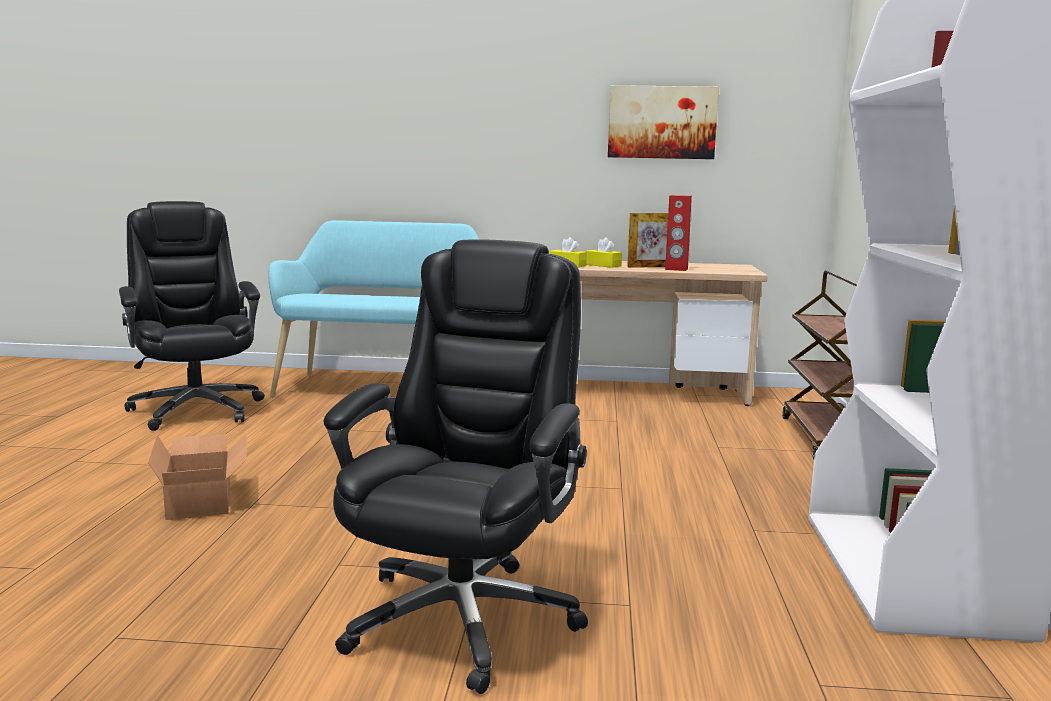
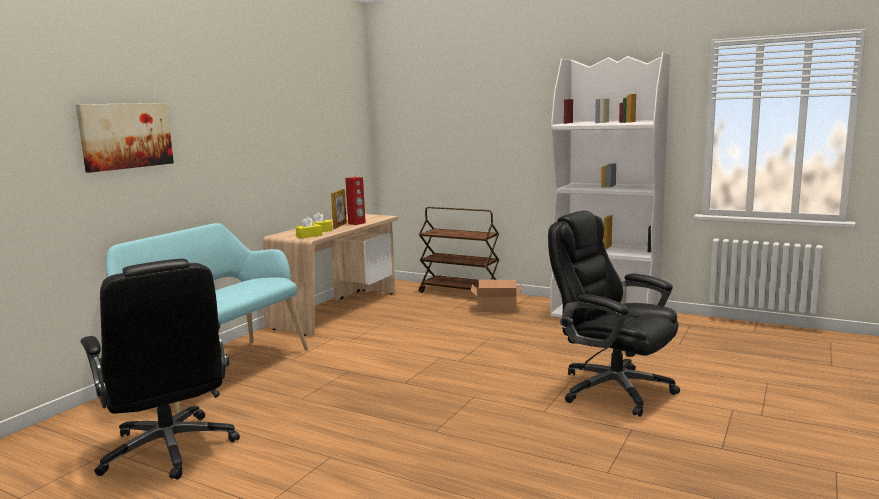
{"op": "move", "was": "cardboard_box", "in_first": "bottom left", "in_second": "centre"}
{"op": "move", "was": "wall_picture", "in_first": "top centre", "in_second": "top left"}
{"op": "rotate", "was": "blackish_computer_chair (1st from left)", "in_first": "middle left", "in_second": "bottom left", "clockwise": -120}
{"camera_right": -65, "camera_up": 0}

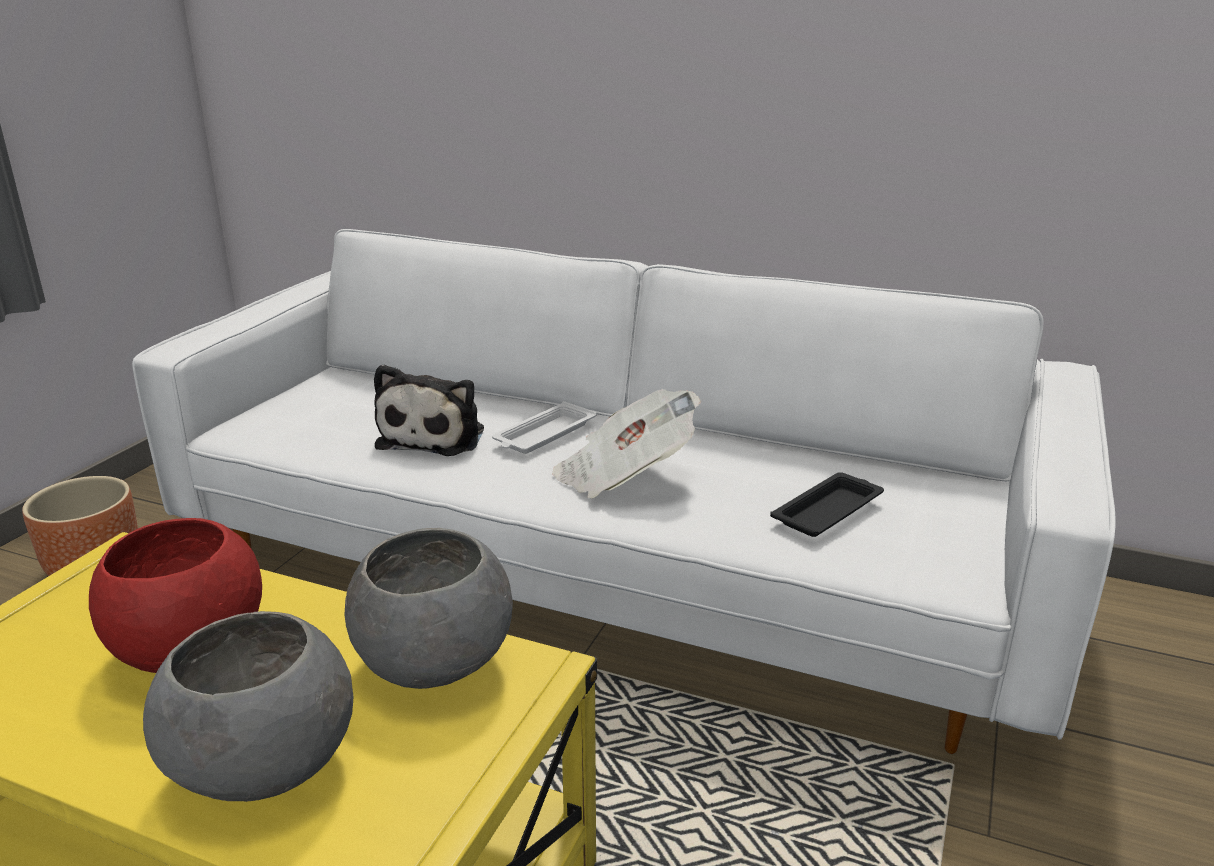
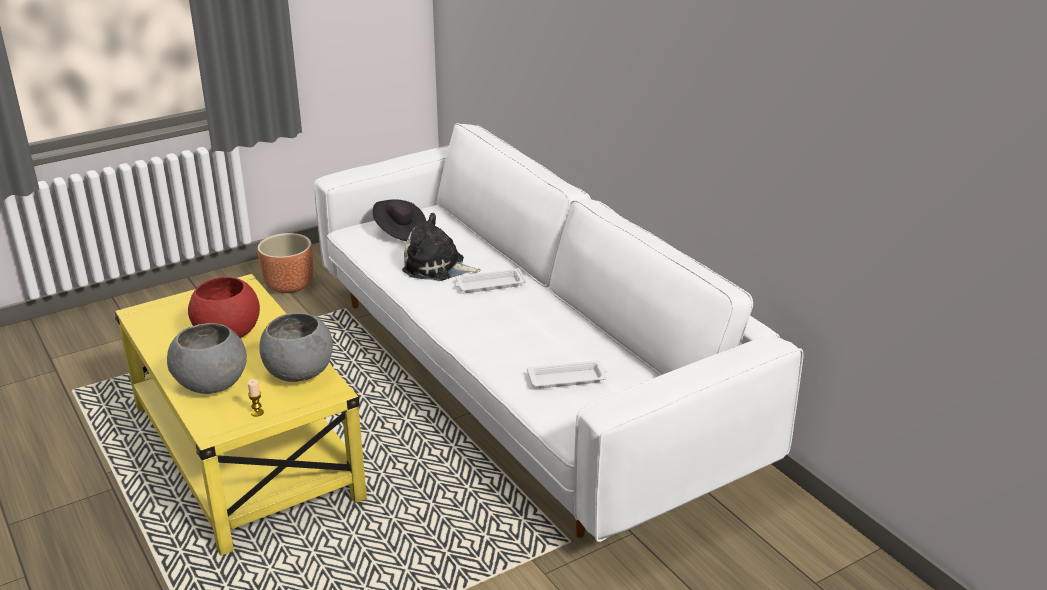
{"op": "delete", "was": "printed_paper", "in_first": "centre"}
{"op": "insert", "now": "candle", "in_second": "bottom left"}
{"op": "insert", "now": "blackish_clothing_hat", "in_second": "centre"}
{"op": "recolor", "was": "blackish_tray", "now": "white_tray (2nd from left)", "in_first": "middle right", "in_second": "centre"}
{"op": "rotate", "was": "soft_toy", "in_first": "centre", "in_second": "centre", "clockwise": 60}
{"camera_right": 35, "camera_up": 5}

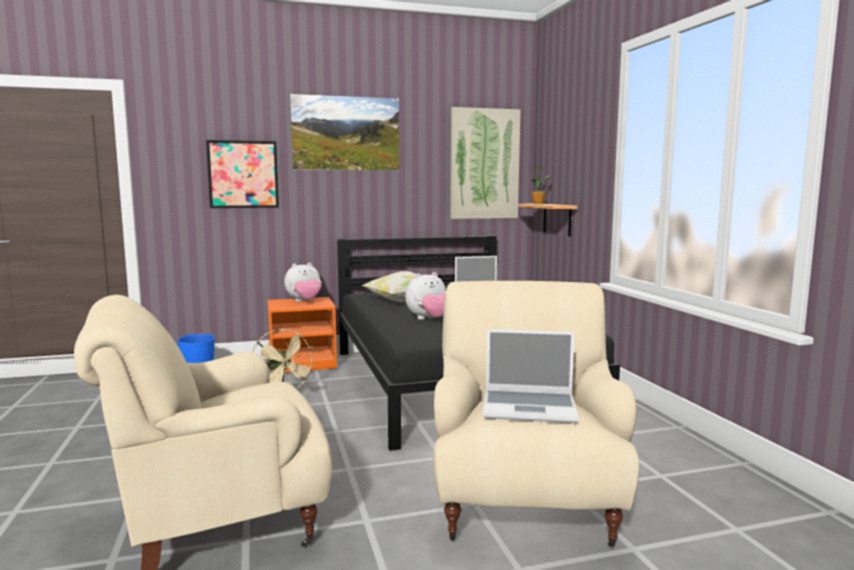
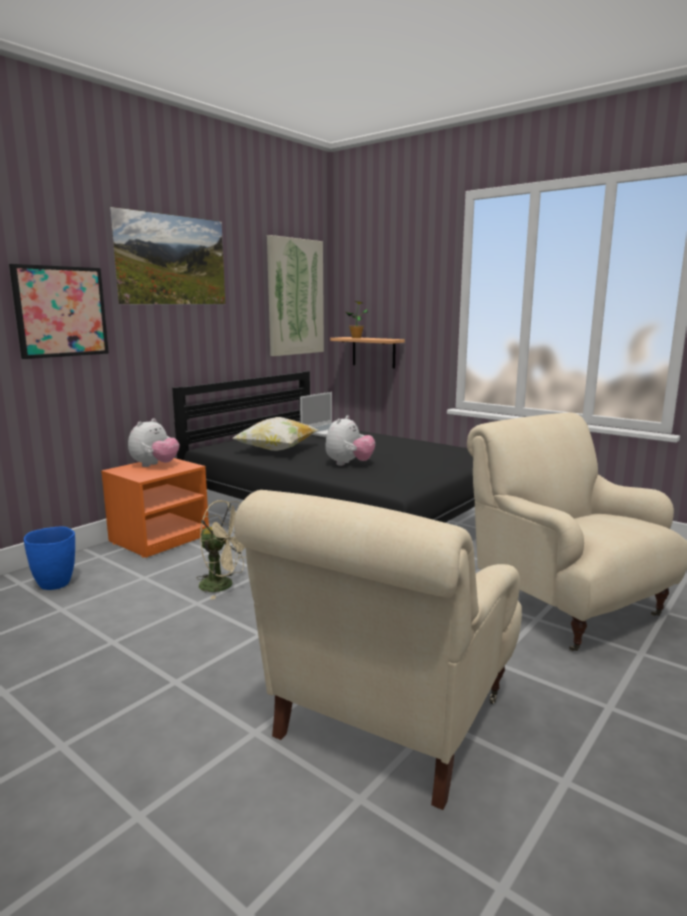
{"op": "delete", "was": "portable_computer (2nd from left)", "in_first": "centre"}
{"camera_right": -35, "camera_up": 5}

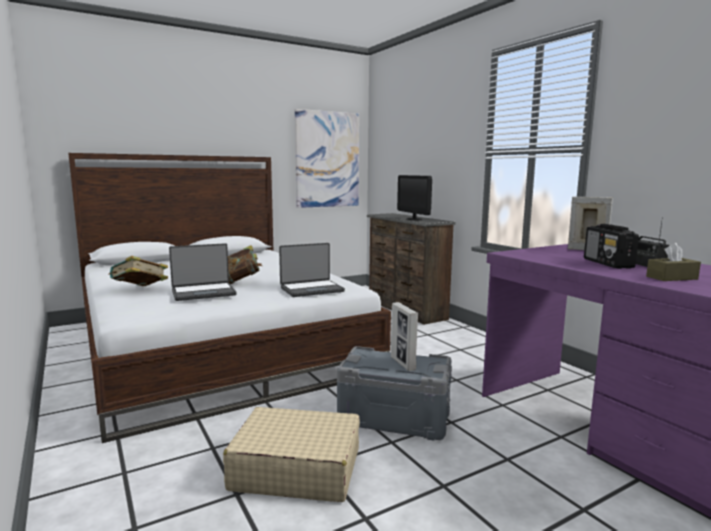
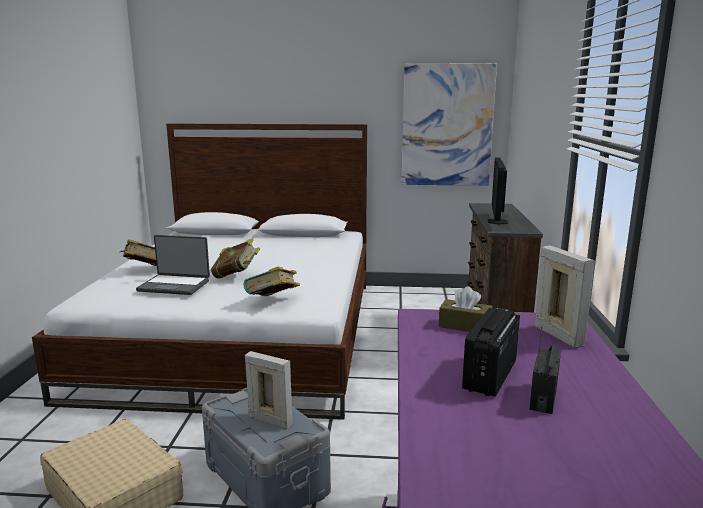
{"op": "move", "was": "brownish_tissue_box", "in_first": "middle right", "in_second": "centre"}
{"op": "replace", "was": "portable_computer (2nd from left)", "now": "bound_book (3rd from left)", "in_first": "centre", "in_second": "centre"}
{"op": "rotate", "was": "photo_frame (1st from left)", "in_first": "centre", "in_second": "bottom centre", "clockwise": 105}
{"camera_right": 35, "camera_up": 5}

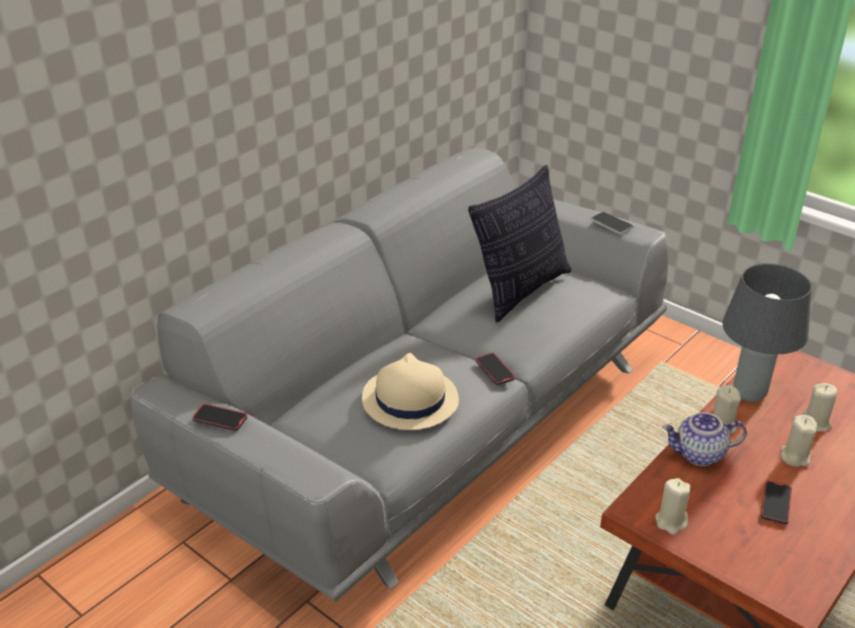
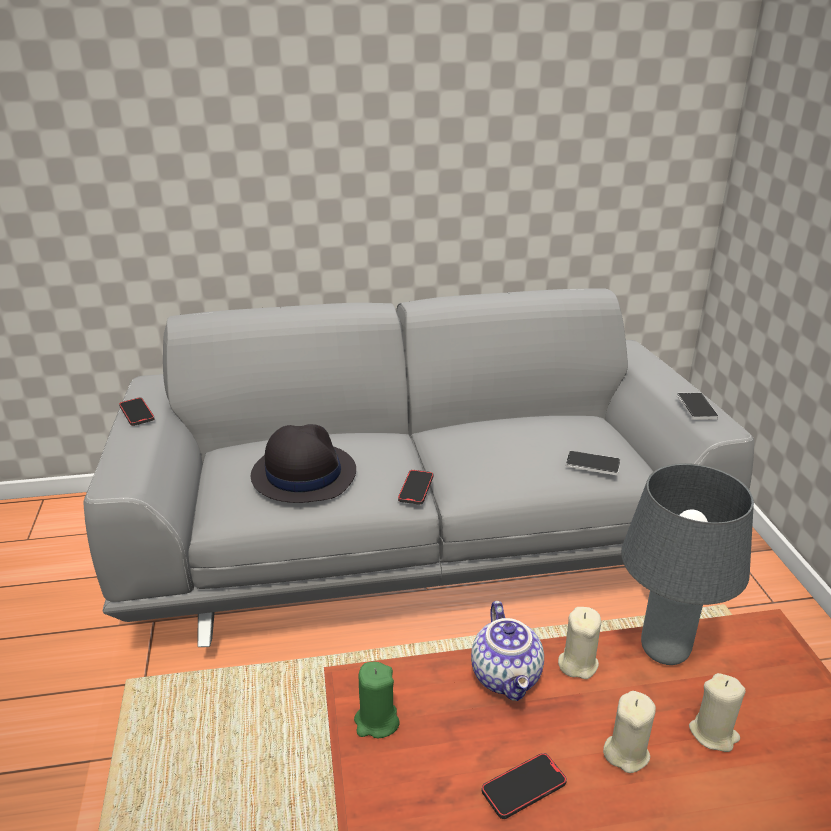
{"op": "delete", "was": "cushion", "in_first": "centre"}
{"op": "insert", "now": "telephone (4th from left)", "in_second": "middle right"}
{"op": "recolor", "was": "beige_clothing_hat", "now": "blackish_clothing_hat", "in_first": "centre", "in_second": "centre"}
{"op": "recolor", "was": "beige_candle (1st from left)", "now": "green_candle", "in_first": "bottom right", "in_second": "bottom centre"}
{"op": "rotate", "was": "pot_for_tea", "in_first": "bottom right", "in_second": "bottom centre", "clockwise": -135}
{"camera_right": 40, "camera_up": -5}

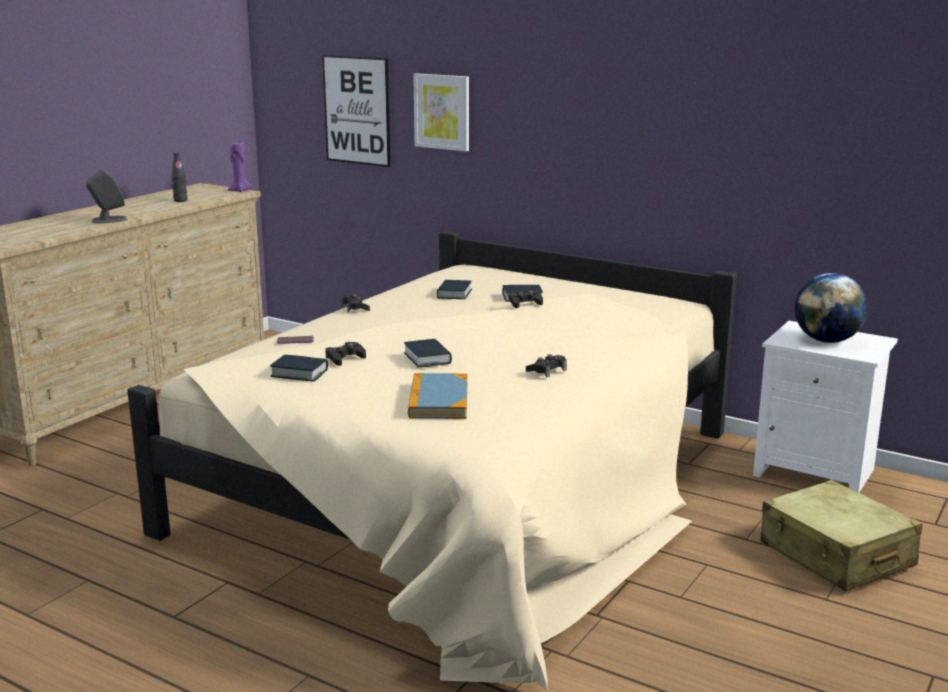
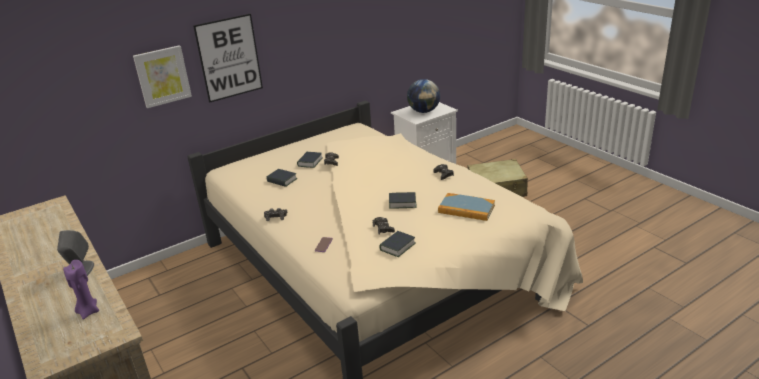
{"op": "delete", "was": "blackish_bottle", "in_first": "top left"}
{"op": "move", "was": "purplish_candle", "in_first": "top left", "in_second": "bottom left"}
{"op": "move", "was": "wall_picture (1st from left in the first image)", "now": "wall_picture (2nd from left)", "in_first": "top centre", "in_second": "top left"}
{"camera_right": -65, "camera_up": 10}

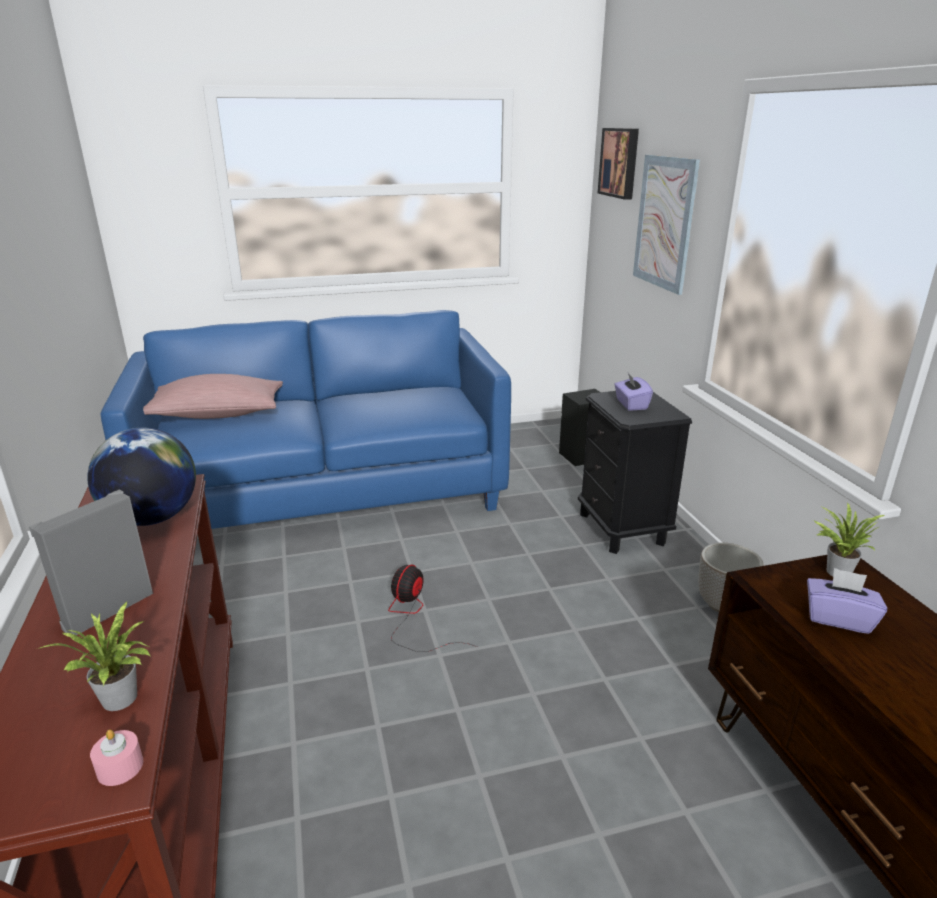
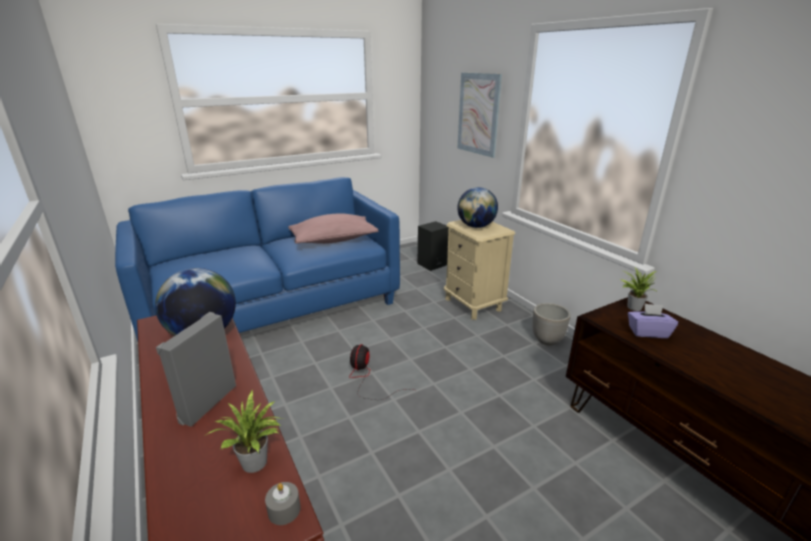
{"op": "delete", "was": "wall_picture (1st from left)", "in_first": "top centre"}
{"op": "move", "was": "pink-coloured_cushion", "in_first": "middle left", "in_second": "centre"}
{"op": "replace", "was": "purplish_tissue_box (1st from left)", "now": "globe (2nd from left)", "in_first": "middle right", "in_second": "centre"}
{"op": "recolor", "was": "pink-coloured_candle", "now": "greyish_candle", "in_first": "bottom left", "in_second": "bottom centre"}
{"op": "recolor", "was": "blackish_night_table", "now": "beige_night_table", "in_first": "middle right", "in_second": "centre"}
{"camera_right": -15, "camera_up": 0}

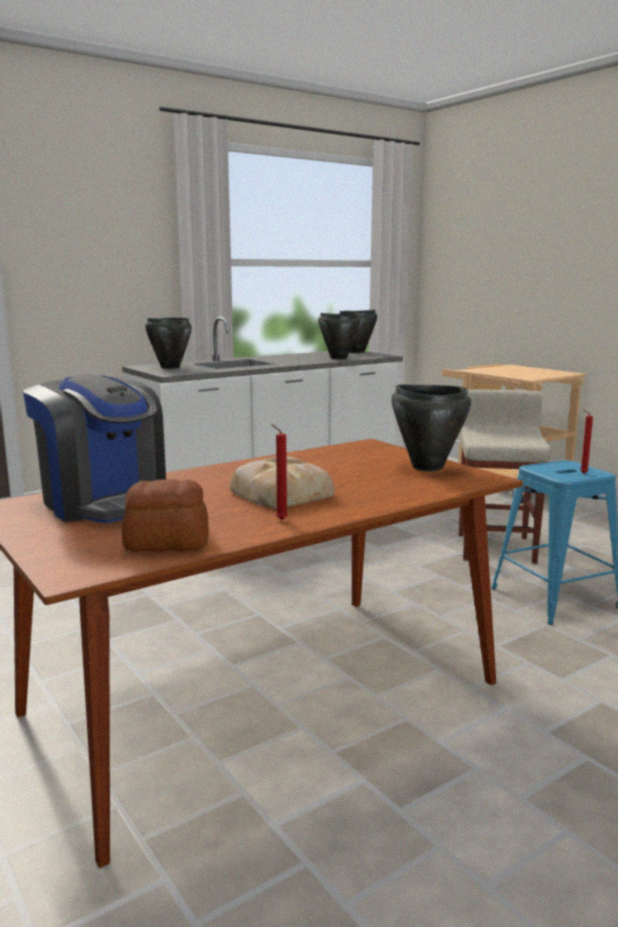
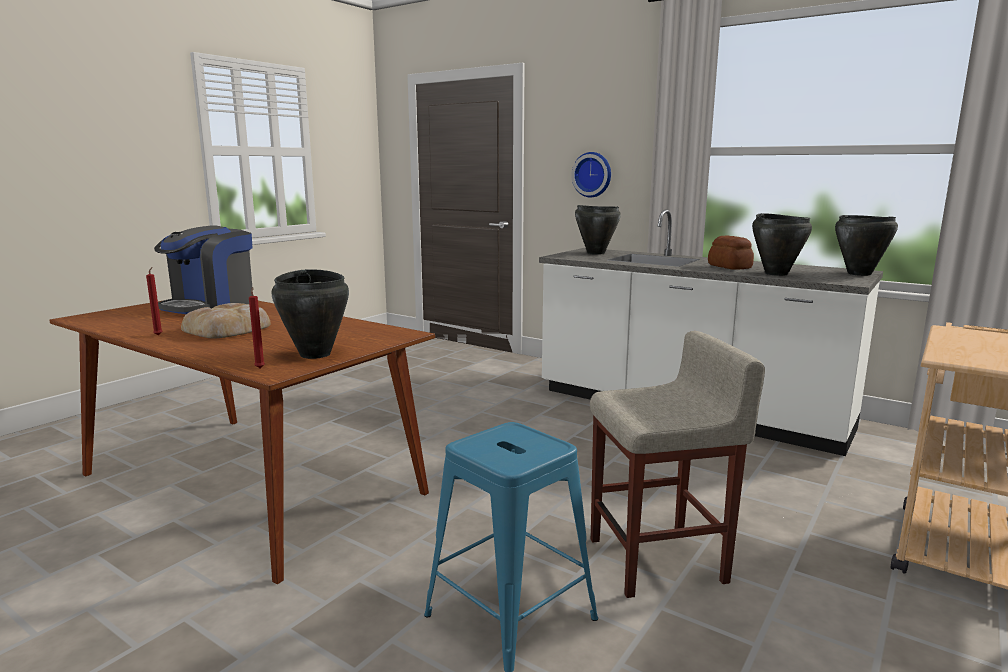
{"op": "insert", "now": "wall_clock", "in_second": "top centre"}
{"op": "move", "was": "baked_bread (1st from left in the first image)", "now": "baked_bread (2nd from left)", "in_first": "middle left", "in_second": "middle right"}
{"op": "move", "was": "reddish_candle (2nd from left)", "in_first": "middle right", "in_second": "middle left"}
{"camera_right": 70, "camera_up": 0}

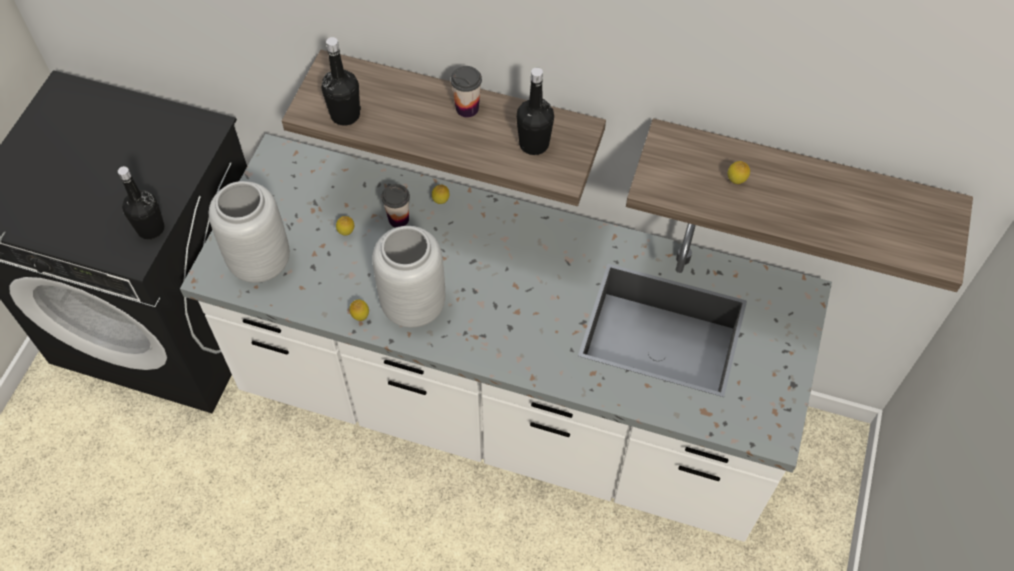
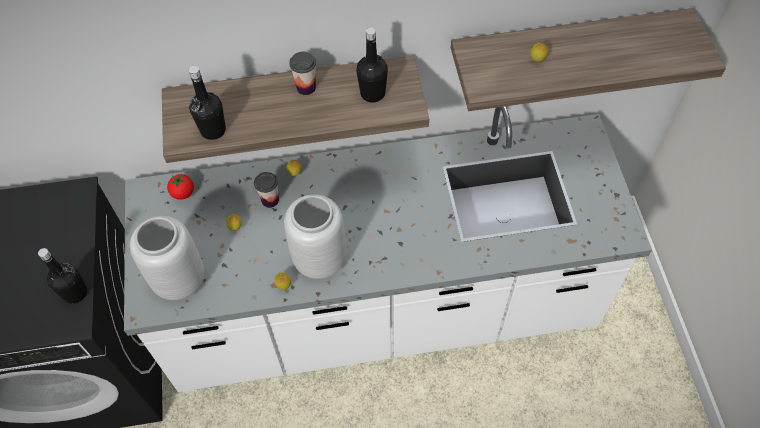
{"op": "insert", "now": "fresh_tomato", "in_second": "middle left"}
{"camera_right": -25, "camera_up": 0}

